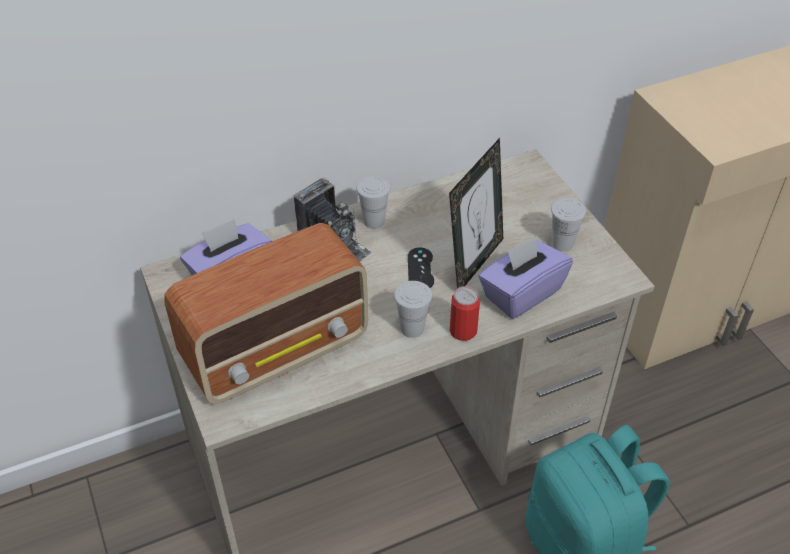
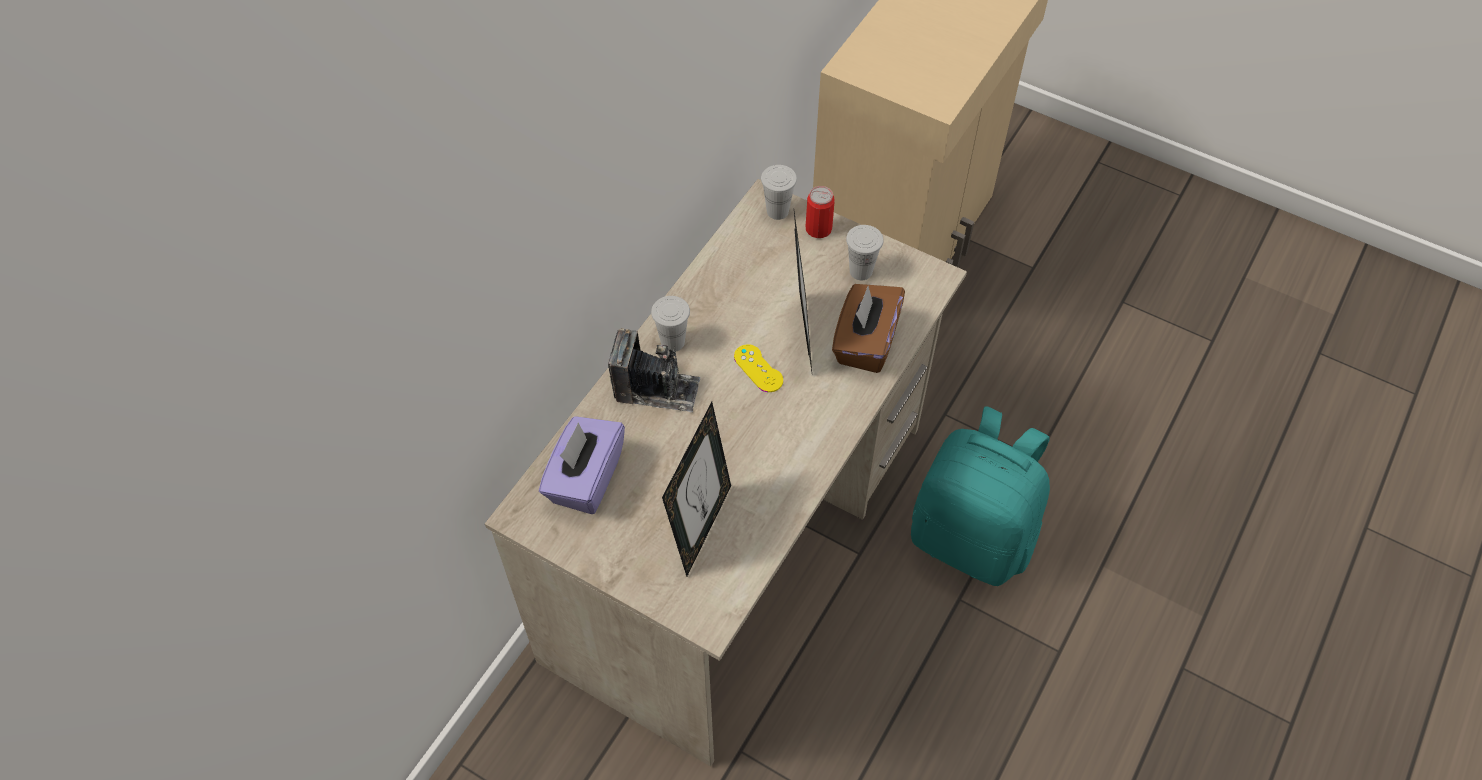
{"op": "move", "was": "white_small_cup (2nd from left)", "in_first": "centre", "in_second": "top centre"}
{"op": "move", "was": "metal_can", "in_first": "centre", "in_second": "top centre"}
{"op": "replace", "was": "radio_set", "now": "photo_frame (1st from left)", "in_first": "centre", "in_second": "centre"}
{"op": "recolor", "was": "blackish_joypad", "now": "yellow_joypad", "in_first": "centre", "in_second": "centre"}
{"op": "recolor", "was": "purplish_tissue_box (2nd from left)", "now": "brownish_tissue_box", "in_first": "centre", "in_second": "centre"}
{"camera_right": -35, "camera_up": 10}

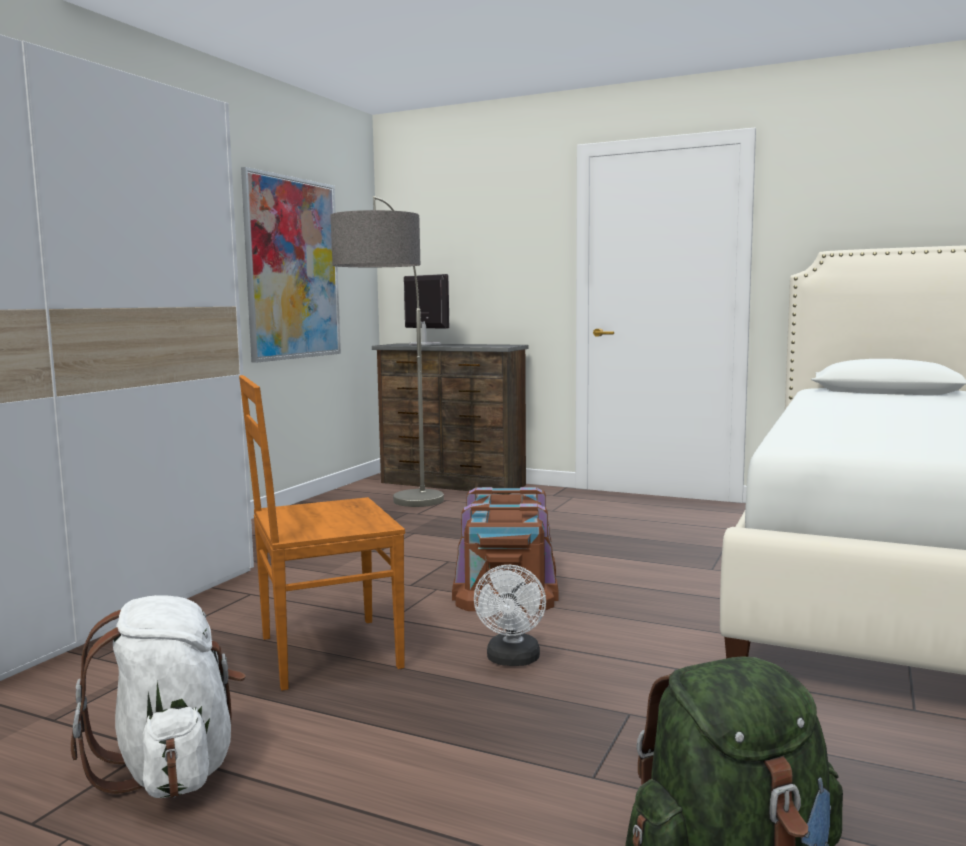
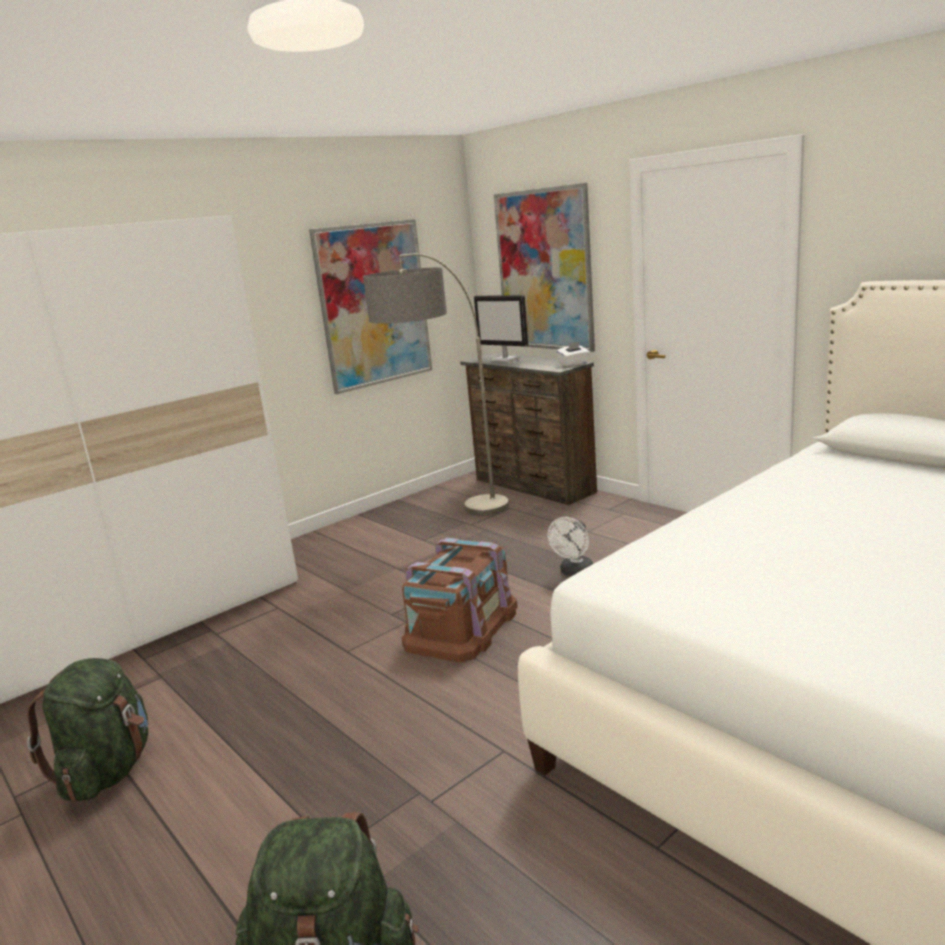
{"op": "delete", "was": "brownish_plain_chair", "in_first": "centre"}
{"op": "insert", "now": "wall_picture (2nd from left)", "in_second": "top centre"}
{"op": "insert", "now": "white_tissue_box", "in_second": "centre"}
{"op": "move", "was": "white_fan", "in_first": "bottom centre", "in_second": "centre"}
{"op": "recolor", "was": "white_knapsack", "now": "green_knapsack (1st from left)", "in_first": "bottom left", "in_second": "bottom left"}
{"op": "rotate", "was": "computer_screen", "in_first": "centre", "in_second": "centre", "clockwise": 150}
{"camera_right": 25, "camera_up": 10}

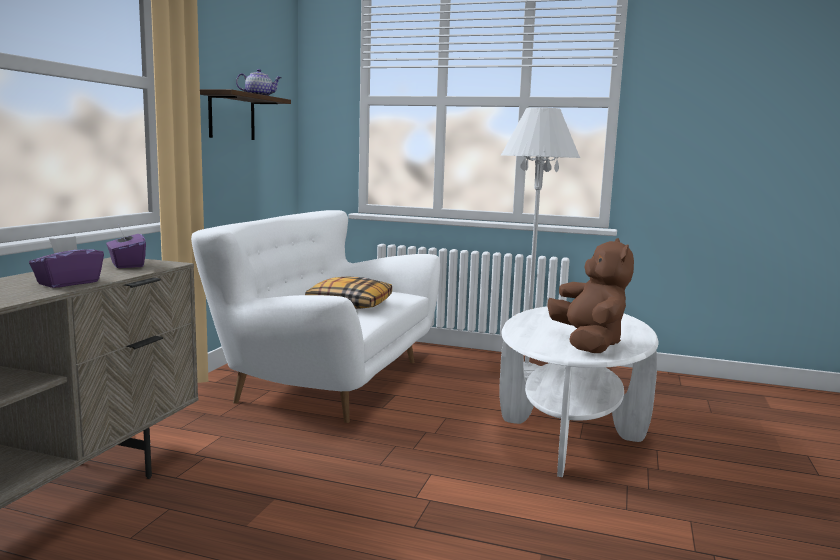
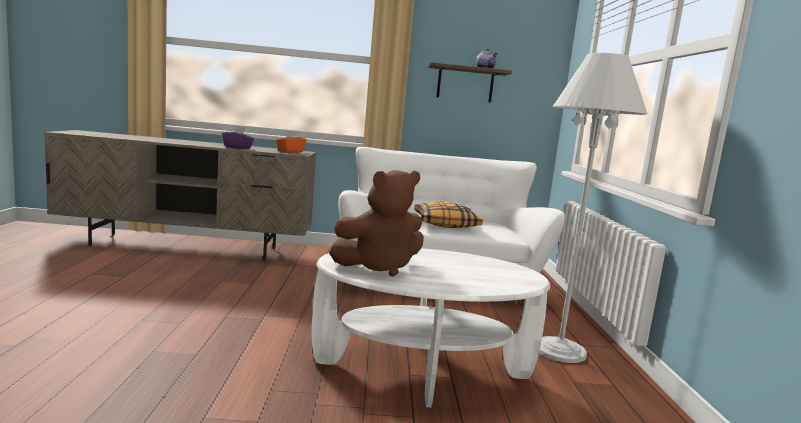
{"op": "recolor", "was": "purplish_tissue_box (2nd from left)", "now": "orange_tissue_box", "in_first": "middle left", "in_second": "centre"}
{"camera_right": 70, "camera_up": 0}

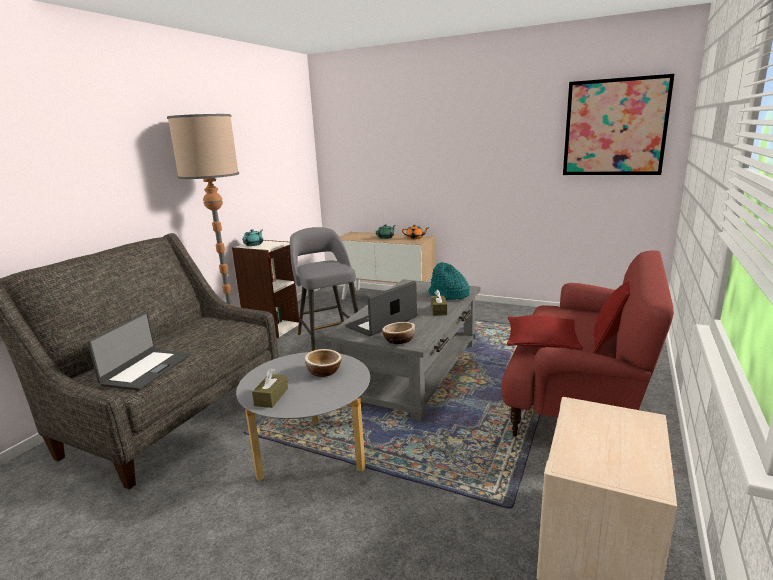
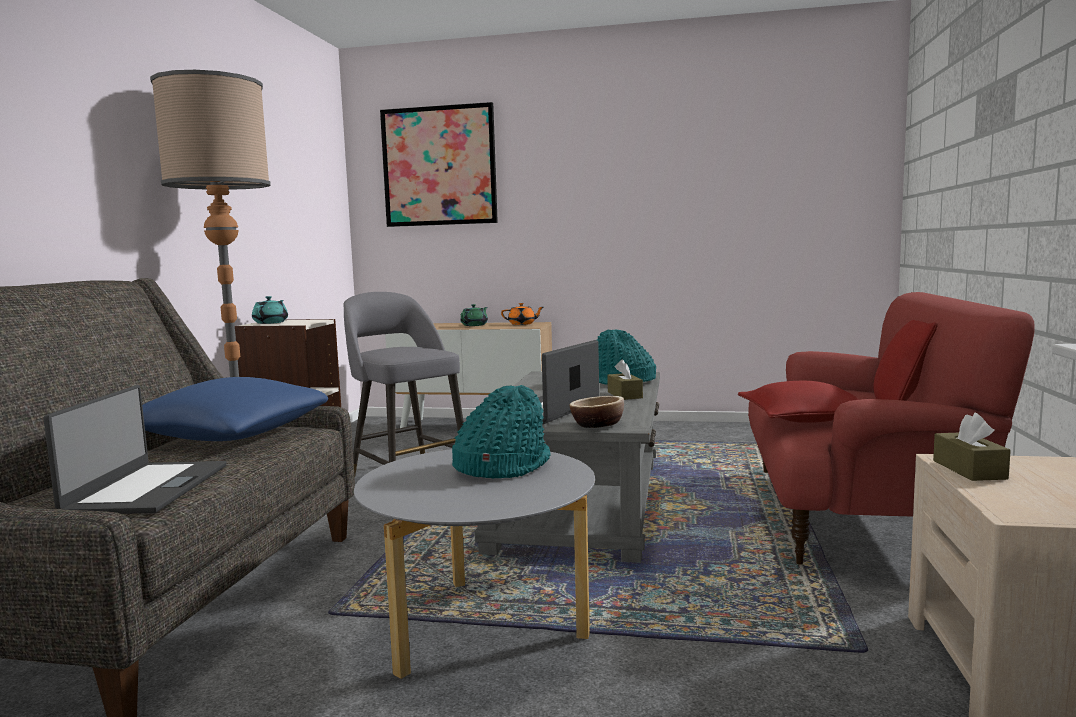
{"op": "insert", "now": "blue_cushion", "in_second": "middle left"}
{"op": "move", "was": "brownish_tissue_box (1st from left in the first image)", "now": "brownish_tissue_box (2nd from left)", "in_first": "bottom centre", "in_second": "middle right"}
{"op": "move", "was": "wall_picture", "in_first": "top right", "in_second": "top centre"}
{"op": "replace", "was": "bowl (1st from left)", "now": "blue-green_clothing_hat (1st from left)", "in_first": "centre", "in_second": "centre"}
{"camera_right": -15, "camera_up": -10}

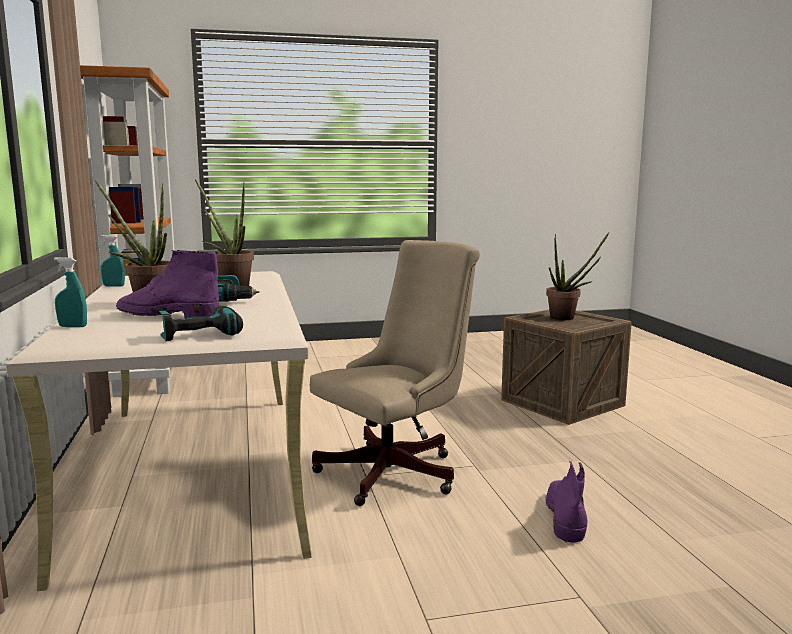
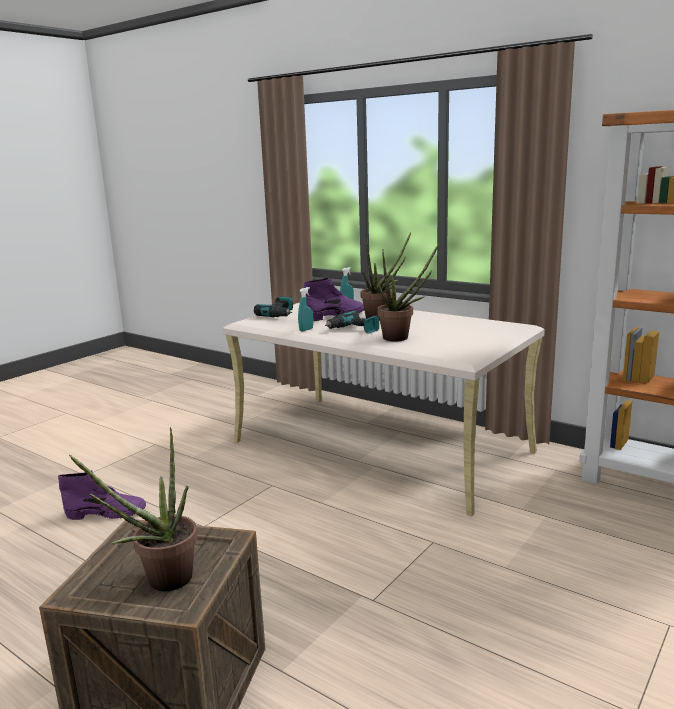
{"op": "delete", "was": "beige_computer_chair", "in_first": "centre"}
{"op": "move", "was": "blue-green_spray_bottle (2nd from left in the first image)", "now": "blue-green_spray_bottle (1st from left)", "in_first": "middle left", "in_second": "centre"}
{"op": "rotate", "was": "purplish_high-top_boot (2nd from left in the first image)", "in_first": "bottom right", "in_second": "bottom left", "clockwise": -60}
{"camera_right": 140, "camera_up": 5}

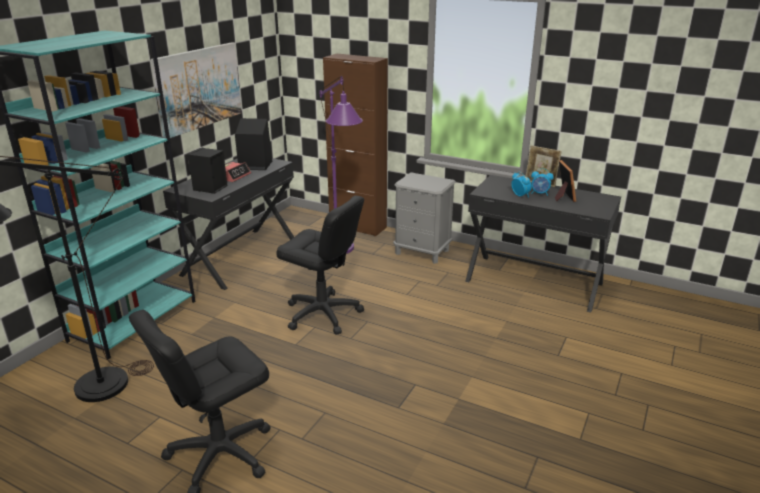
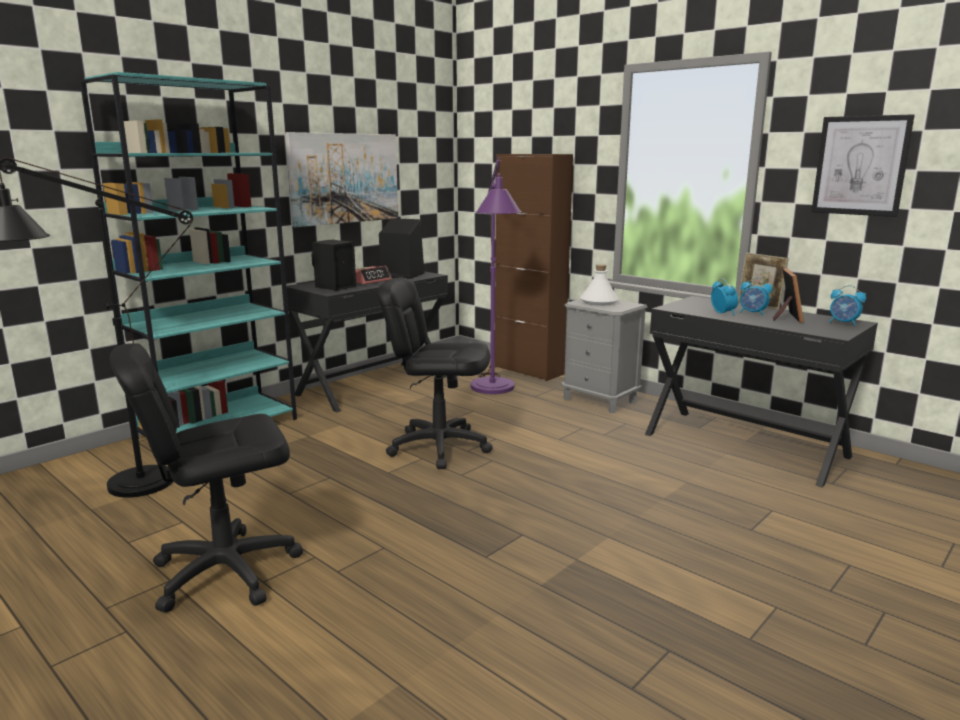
{"op": "insert", "now": "white_bottle", "in_second": "centre"}
{"op": "insert", "now": "wall_picture (2nd from left)", "in_second": "top right"}
{"op": "insert", "now": "alarm_clock (4th from left)", "in_second": "middle right"}
{"op": "rotate", "was": "blackish_computer_chair (2nd from left)", "in_first": "centre", "in_second": "centre", "clockwise": 150}
{"camera_right": 15, "camera_up": -10}

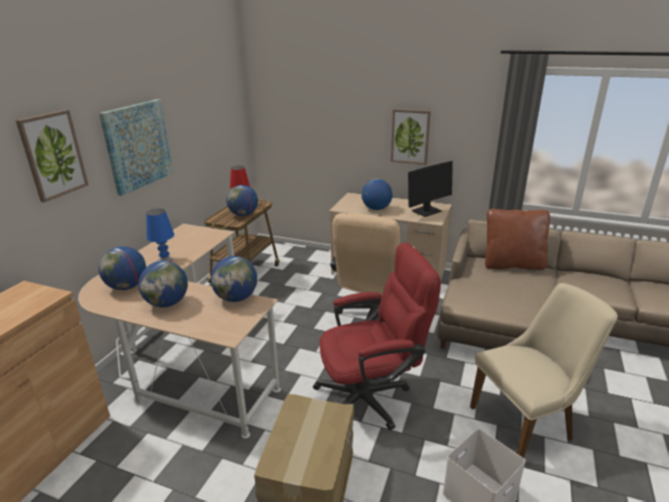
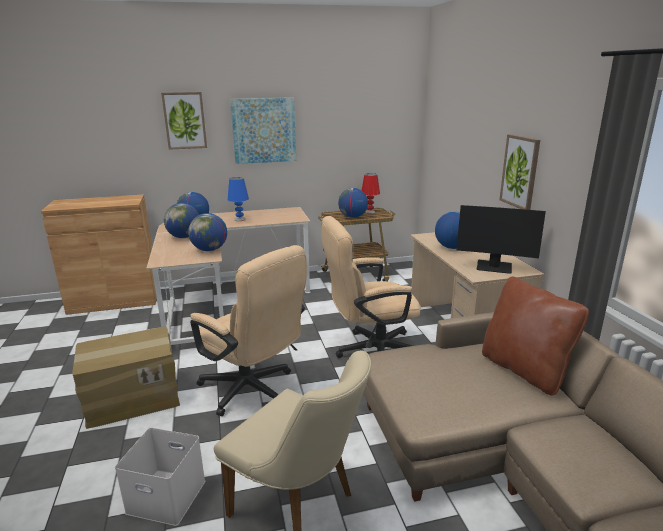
{"op": "recolor", "was": "reddish_computer_chair", "now": "beige_computer_chair (1st from left)", "in_first": "bottom centre", "in_second": "centre"}
{"camera_right": 55, "camera_up": -5}

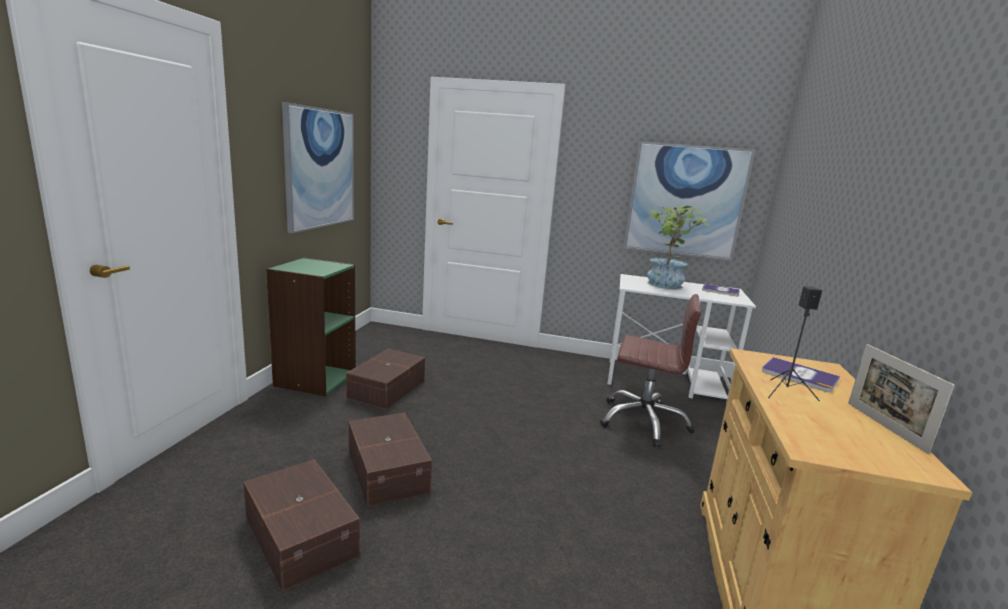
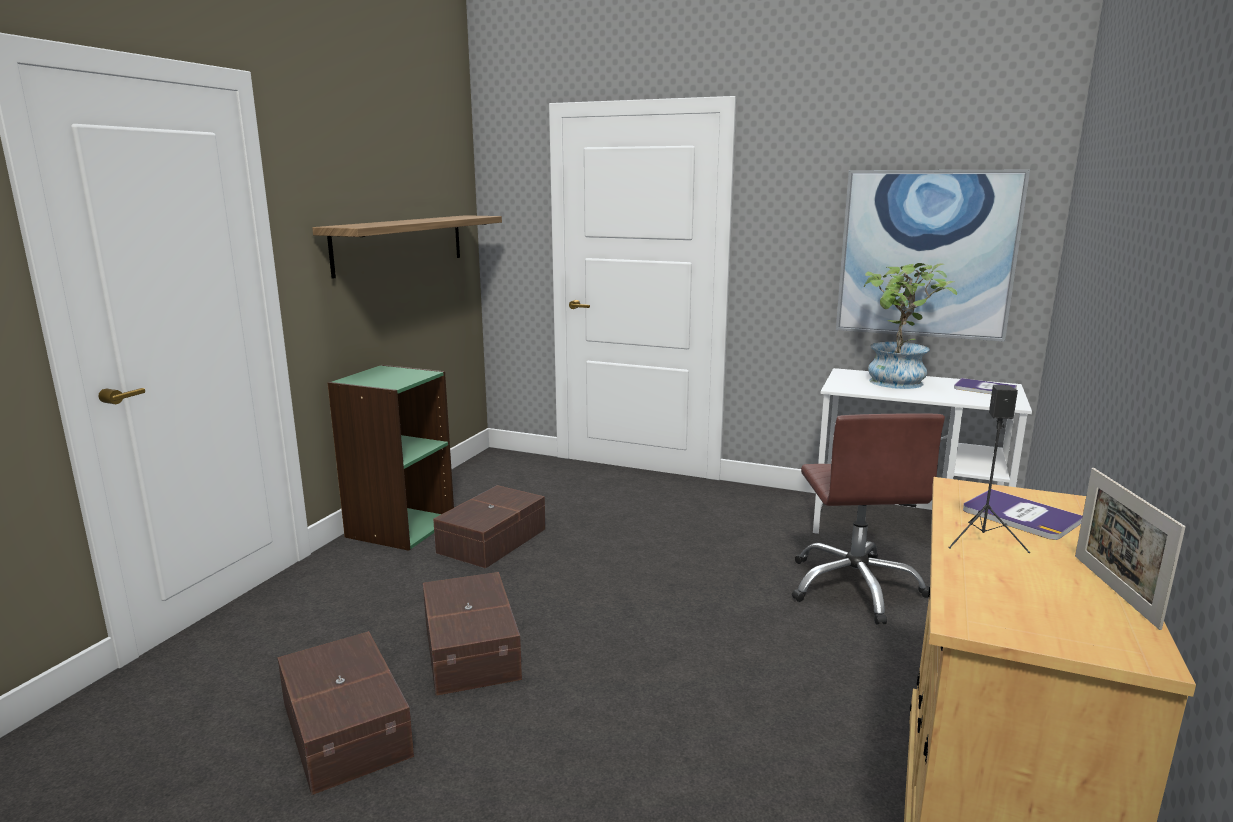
{"op": "replace", "was": "wall_picture (1st from left)", "now": "bracket_shelf", "in_first": "top left", "in_second": "top left"}
{"op": "rotate", "was": "brownish_computer_chair", "in_first": "centre", "in_second": "middle right", "clockwise": 60}
{"camera_right": 10, "camera_up": 0}

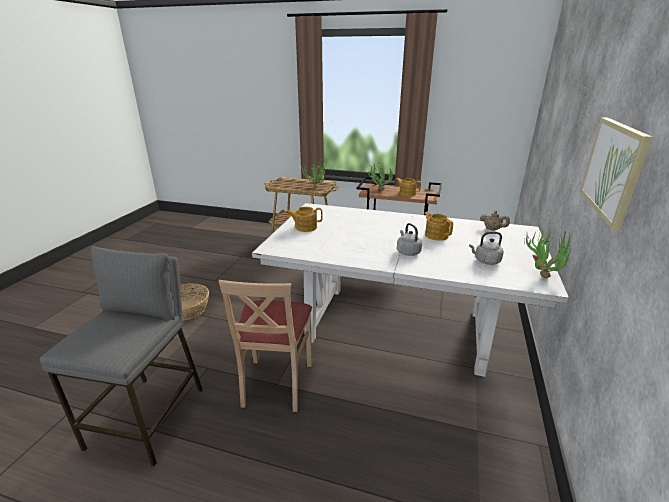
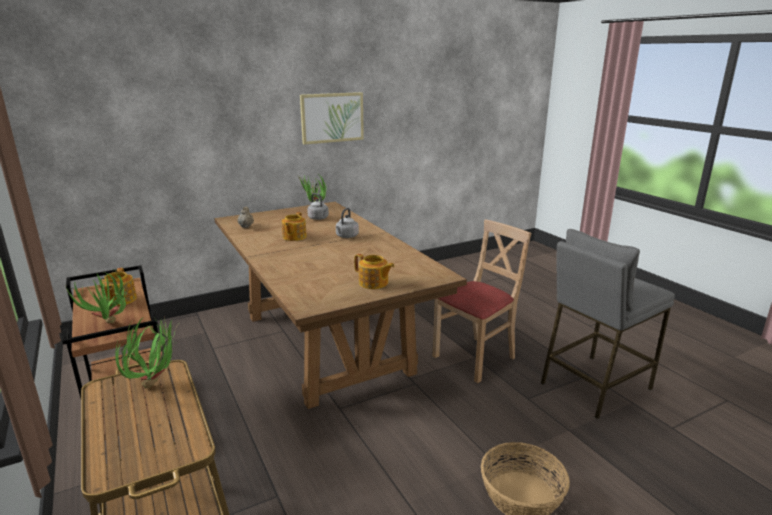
{"op": "recolor", "was": "white_dining_table", "now": "brownish_dining_table", "in_first": "centre", "in_second": "centre"}
{"camera_right": -135, "camera_up": -5}

